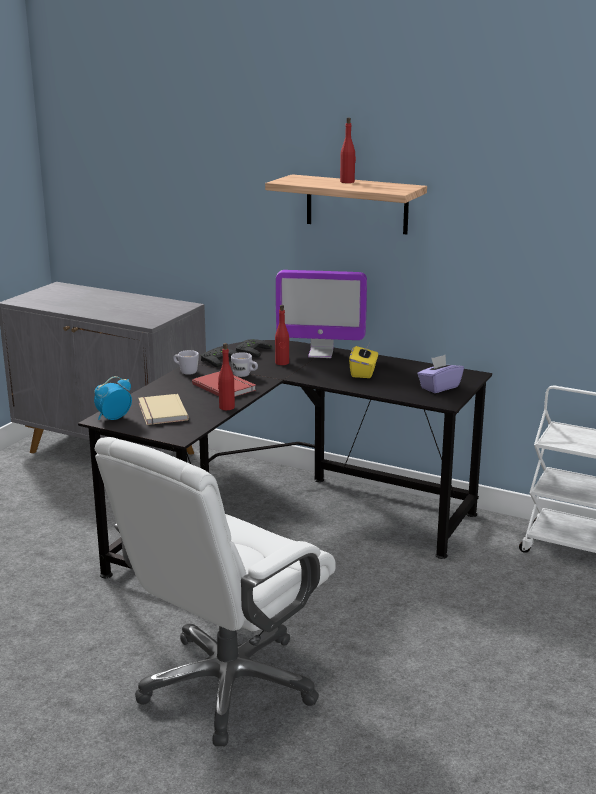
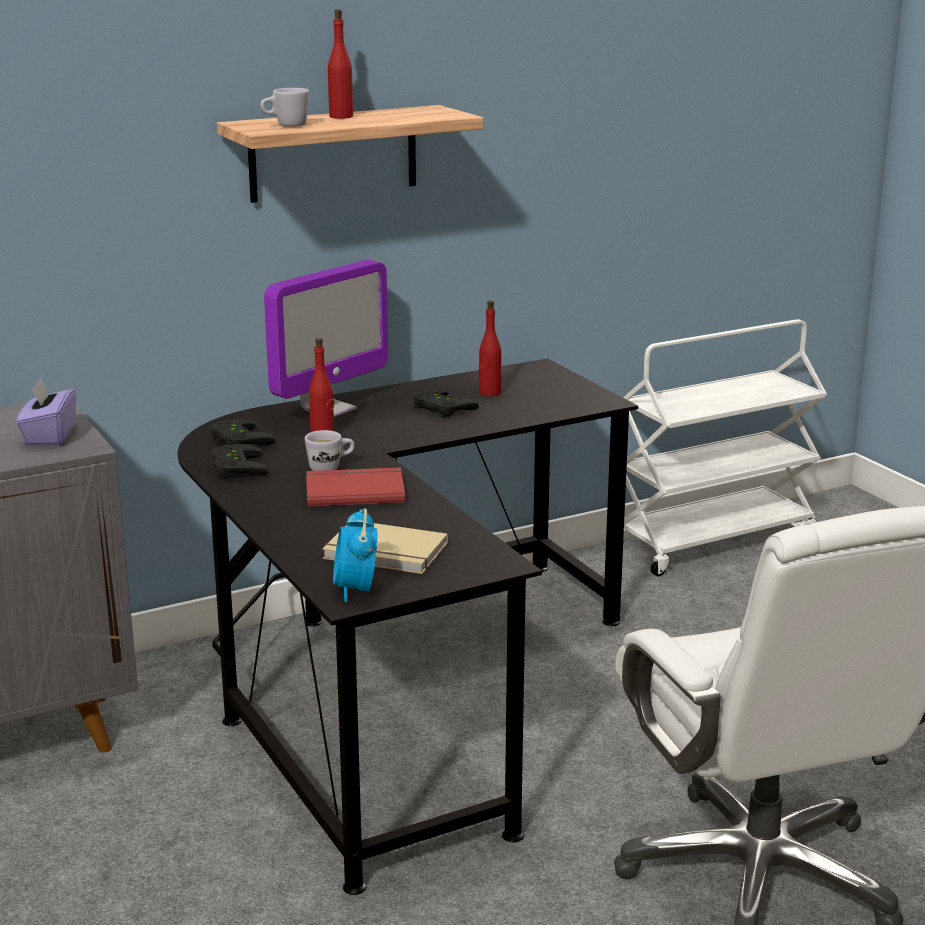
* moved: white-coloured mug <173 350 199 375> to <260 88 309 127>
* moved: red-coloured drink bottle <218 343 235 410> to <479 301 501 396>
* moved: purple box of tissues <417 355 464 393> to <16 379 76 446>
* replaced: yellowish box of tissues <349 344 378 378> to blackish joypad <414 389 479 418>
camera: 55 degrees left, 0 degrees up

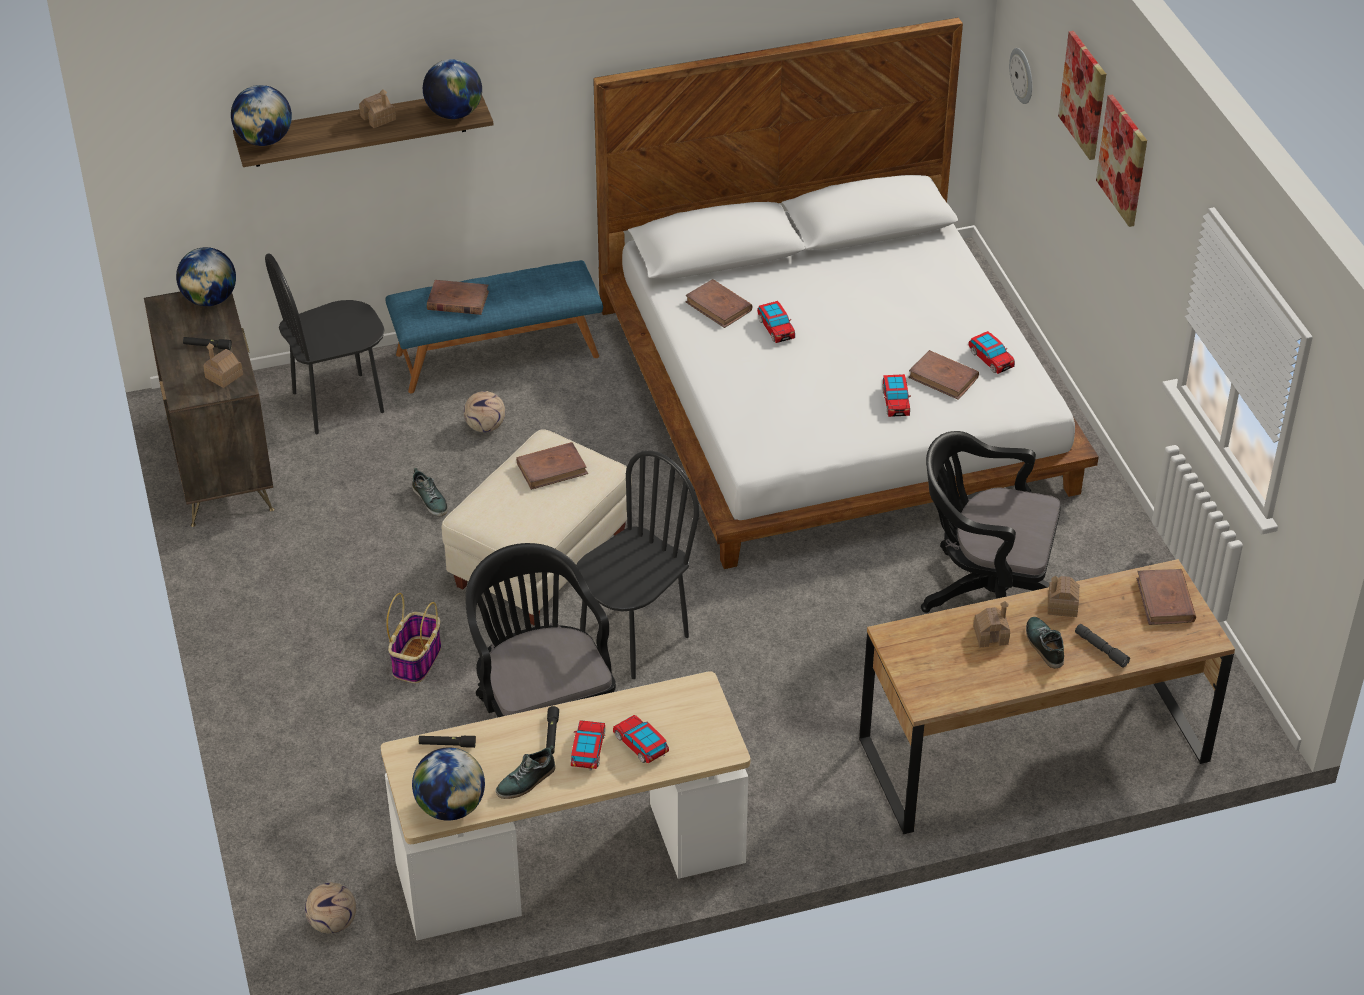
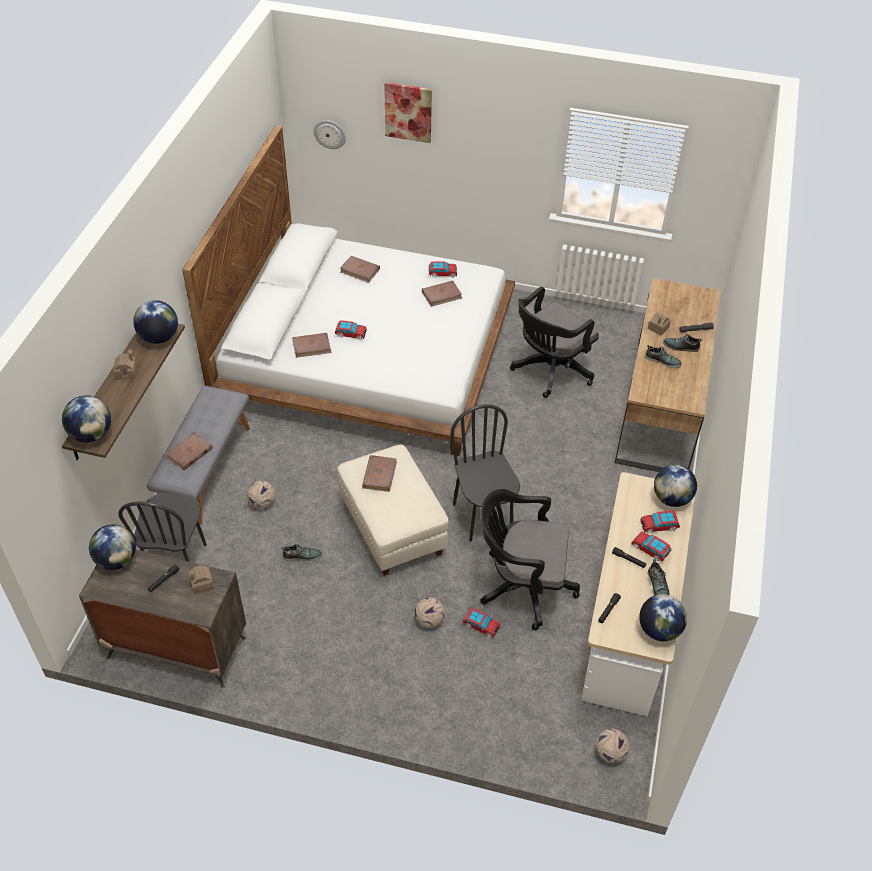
* removed: wall picture <1096 95 1147 227>
* added: desk globe <654 464 697 507>
* moved: model car <882 374 911 417> to <463 608 500 638>
* moved: brownish book <1136 569 1196 625> to <340 256 380 283>
* replaced: basket <386 593 441 683> to football <415 597 445 628>
* replaced: model house <973 601 1010 647> to item of footwear <645 345 681 368>
* recoloured: bluish long seat <386 260 603 393> to grey long seat <147 386 250 525>
camera: 60 degrees left, 5 degrees up

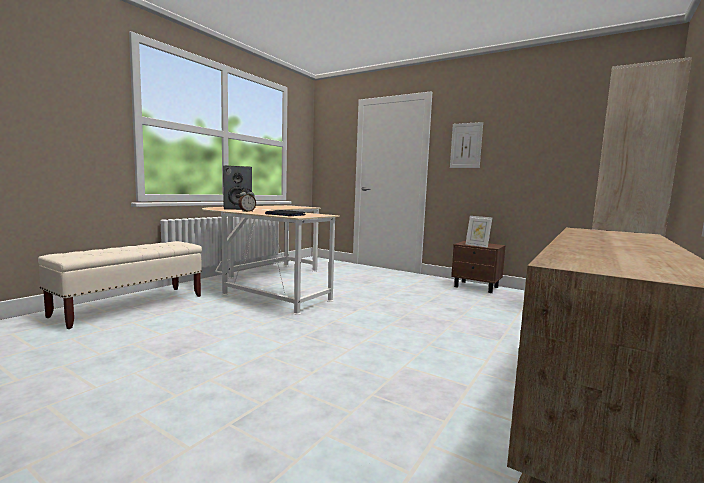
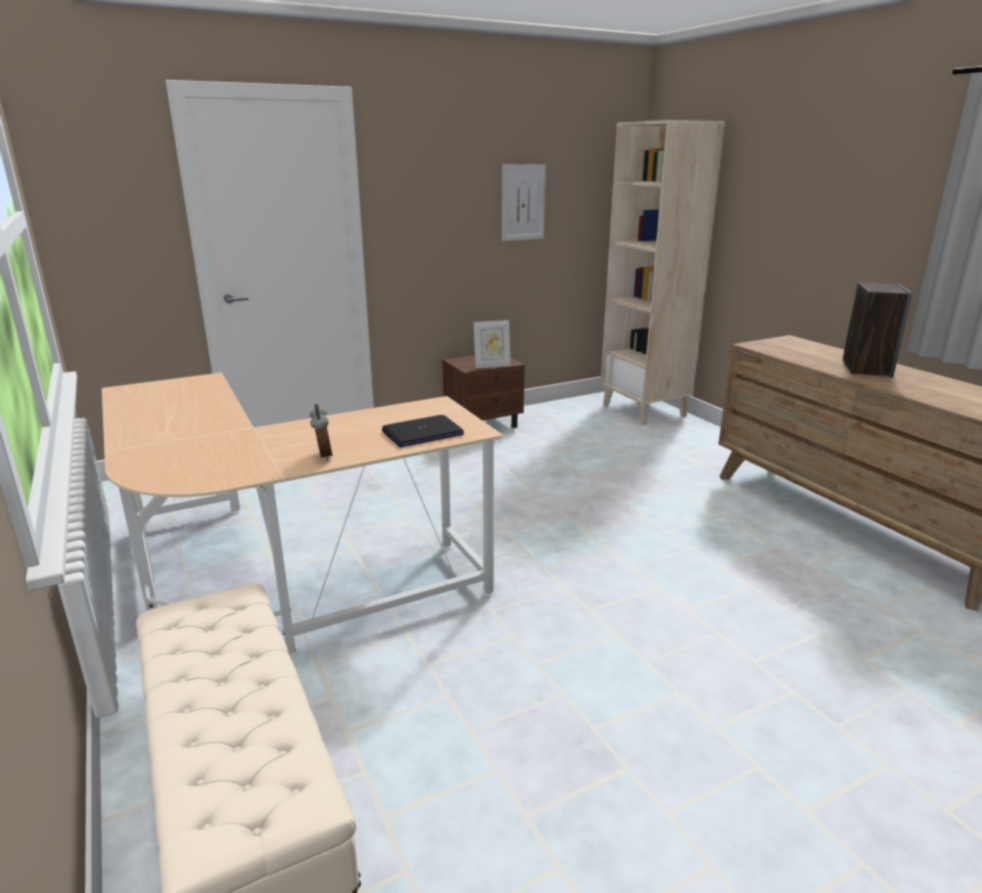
* moved: audio speaker <223 165 252 210> to <843 283 912 378>
* moved: wall picture <450 122 483 168> to <502 164 546 241>
camera: 60 degrees left, 15 degrees up

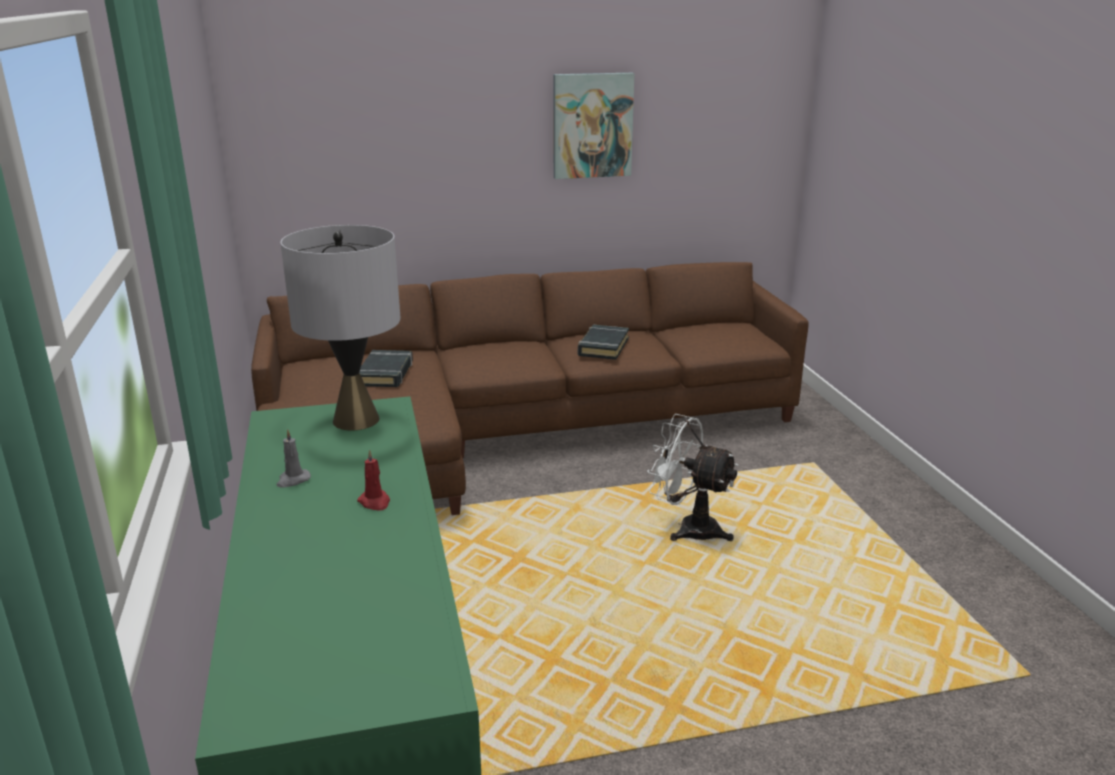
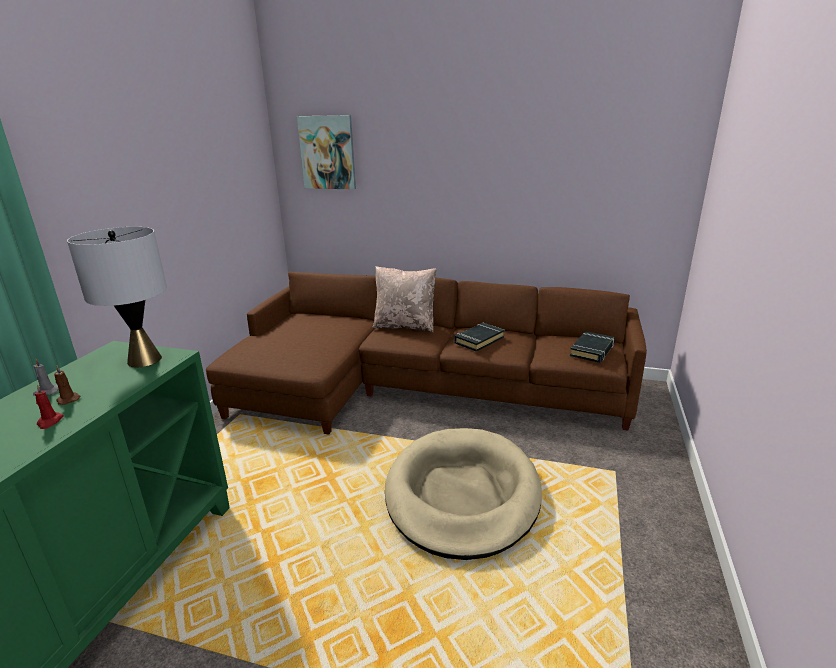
* added: brownish wax light <54 366 81 405>
* added: beige throw pillow <372 266 437 332>
* moved: blackish book <359 350 413 387> to <570 331 615 363>
* moved: wall picture <553 73 635 179> to <297 115 356 189>
* replaced: white-coloured cooling fan <647 414 739 541> to beige pet bed <385 428 542 560>
camera: 30 degrees right, 0 degrees up

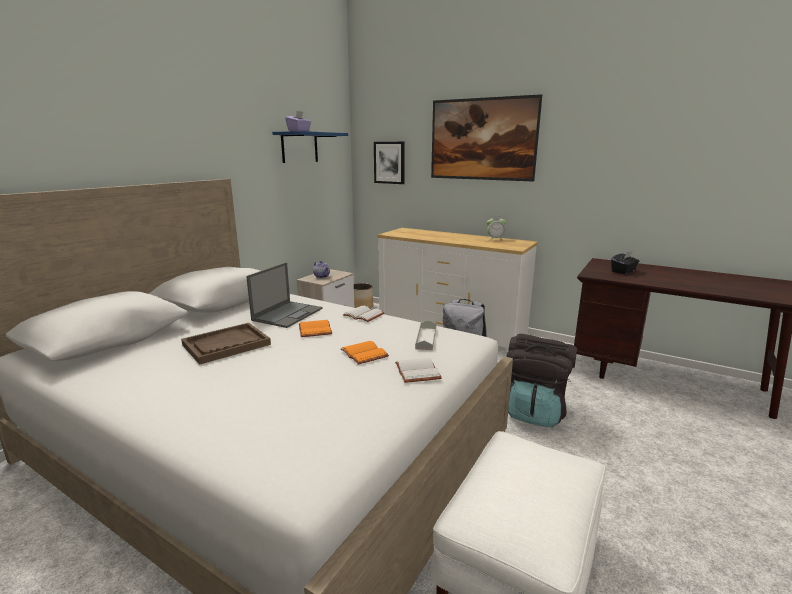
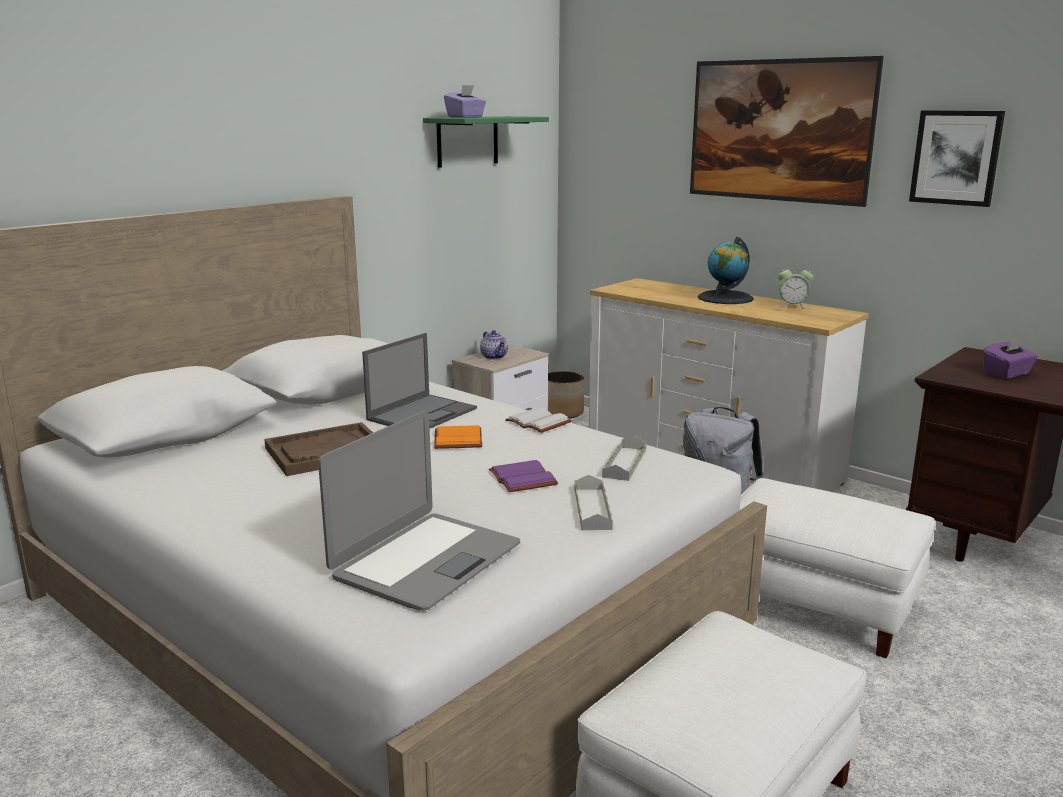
* added: notebook computer <318 411 520 610>
* added: desk globe <698 237 754 304>
* moved: wall picture <374 142 405 184> to <909 110 1005 207>
* replaced: white-coloured book <395 358 442 383> to grey serving tray <574 475 613 530>
* replaced: blackish knapsack <507 334 577 427> to white-coloured ottoman <740 478 935 658>
* recoloured: bluish shelf <272 131 348 163> to green shelf <423 116 549 168>
* recoloured: orange-coloured book <341 341 389 365> to purple book <489 460 558 492>
* recoloured: blackish box of tissues <611 251 640 274> to purple box of tissues <983 338 1038 379>
camera: 10 degrees right, 0 degrees up

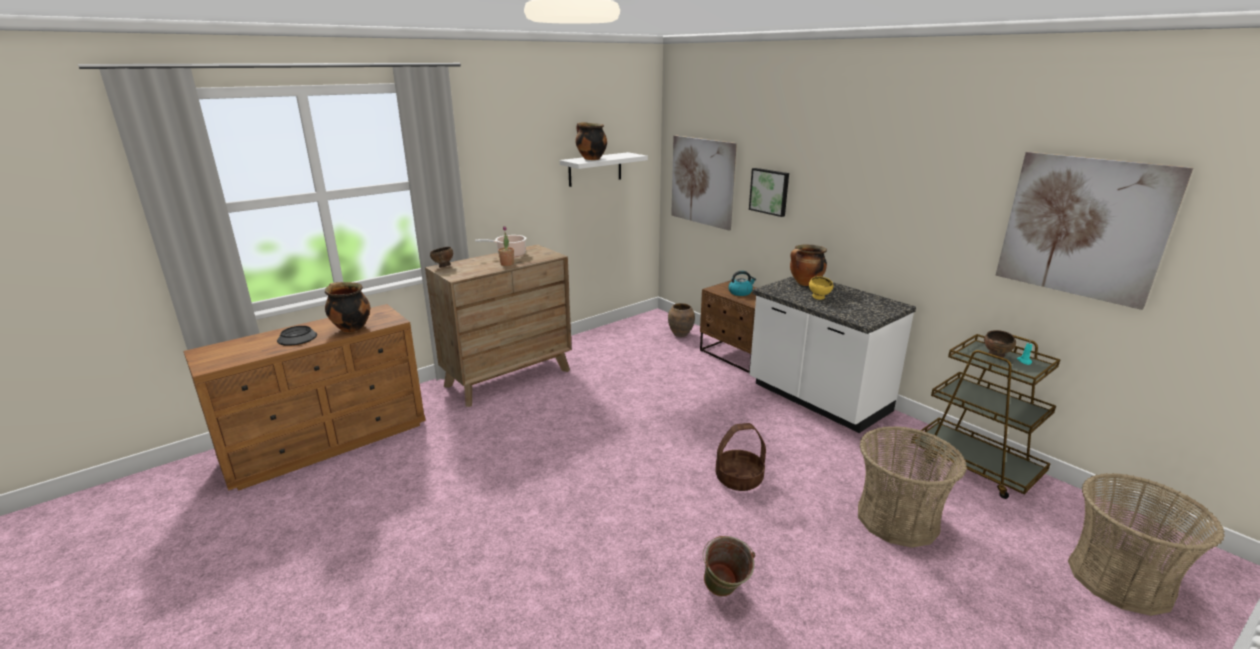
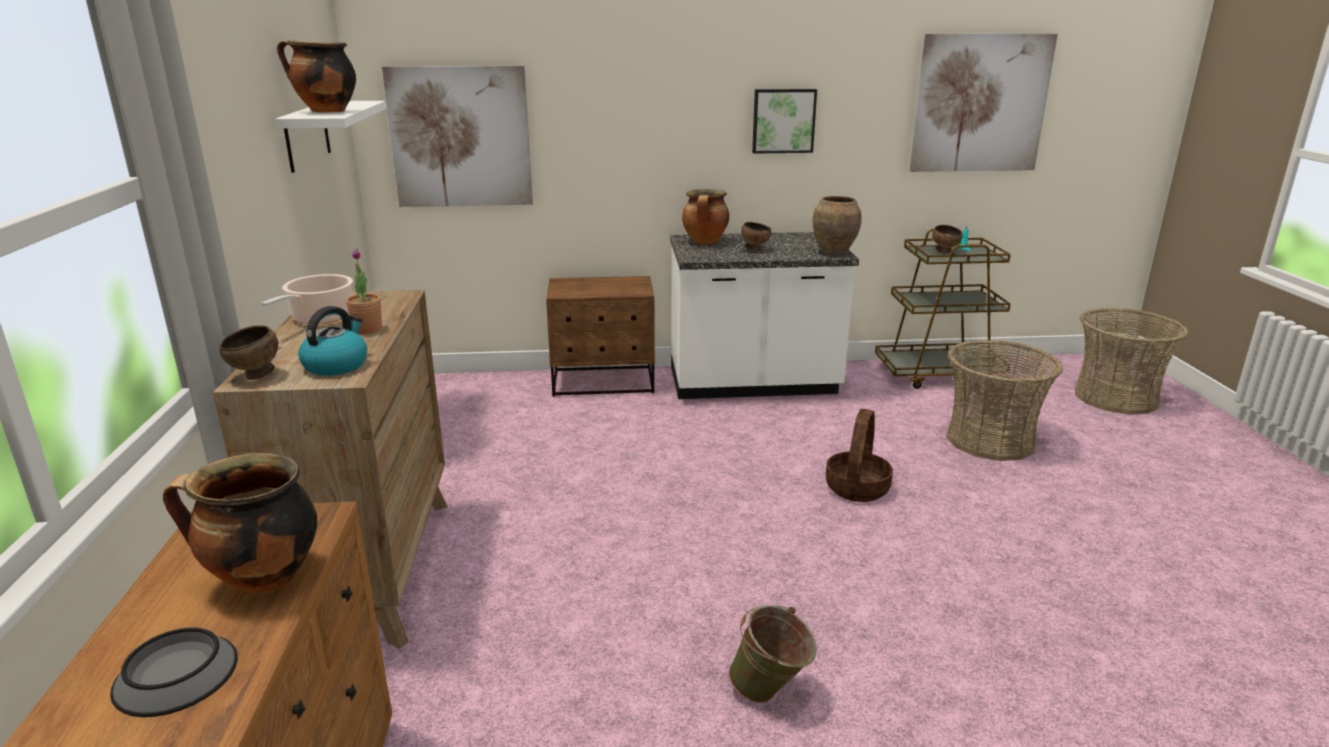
* moved: brownish flower vase <668 303 695 337> to <813 196 862 255>
* moved: green water bucket <703 536 755 597> to <729 605 817 703>
* moved: water kettle <728 271 756 296> to <298 306 367 376>
* moved: wall picture <749 168 789 217> to <752 89 817 154>
* recoloured: yellowish serving bowl <809 276 833 300> to brownish serving bowl <741 222 772 251>
camera: 55 degrees left, 0 degrees up

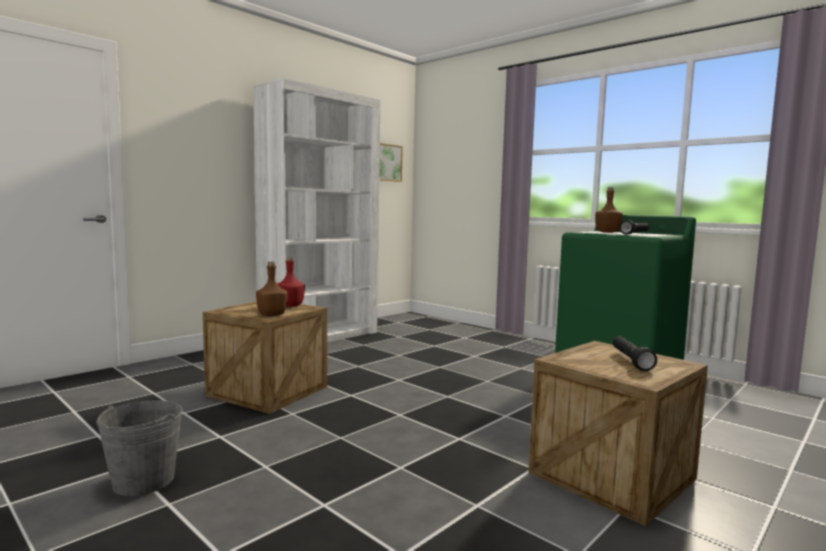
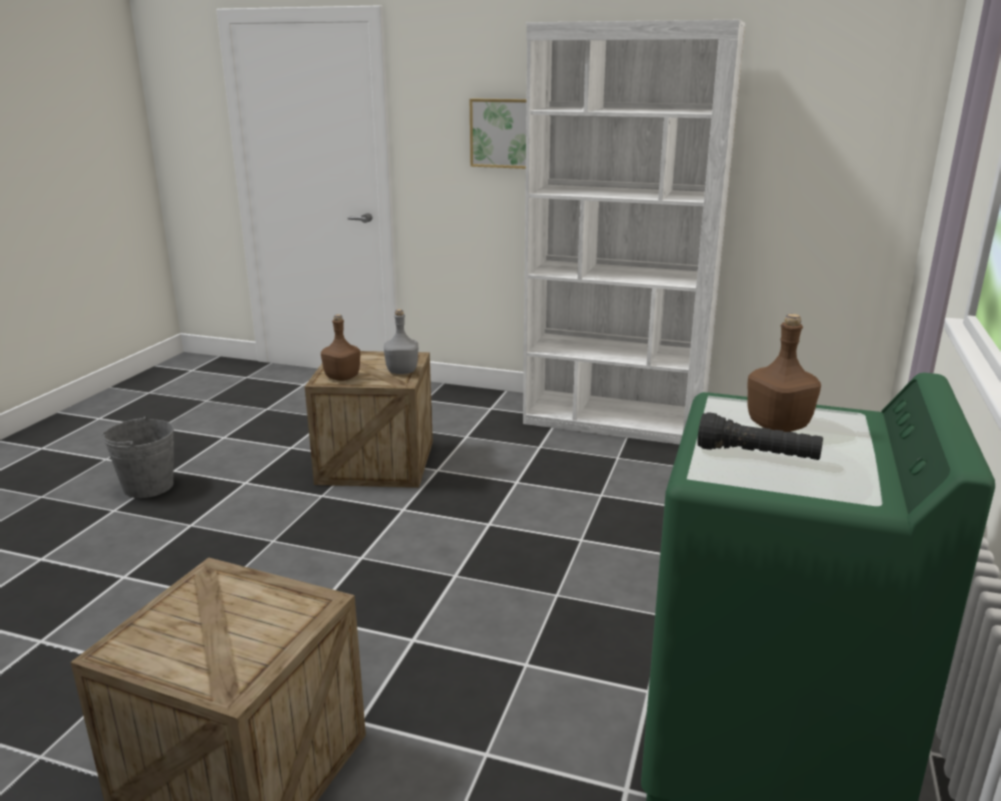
* removed: blackish flashlight <613 336 657 371>
* moved: wall picture <379 143 403 182> to <470 98 527 169>
* recoloured: red-coloured drink bottle <277 257 305 307> to grey drink bottle <384 309 418 374>
camera: 65 degrees right, 15 degrees up

